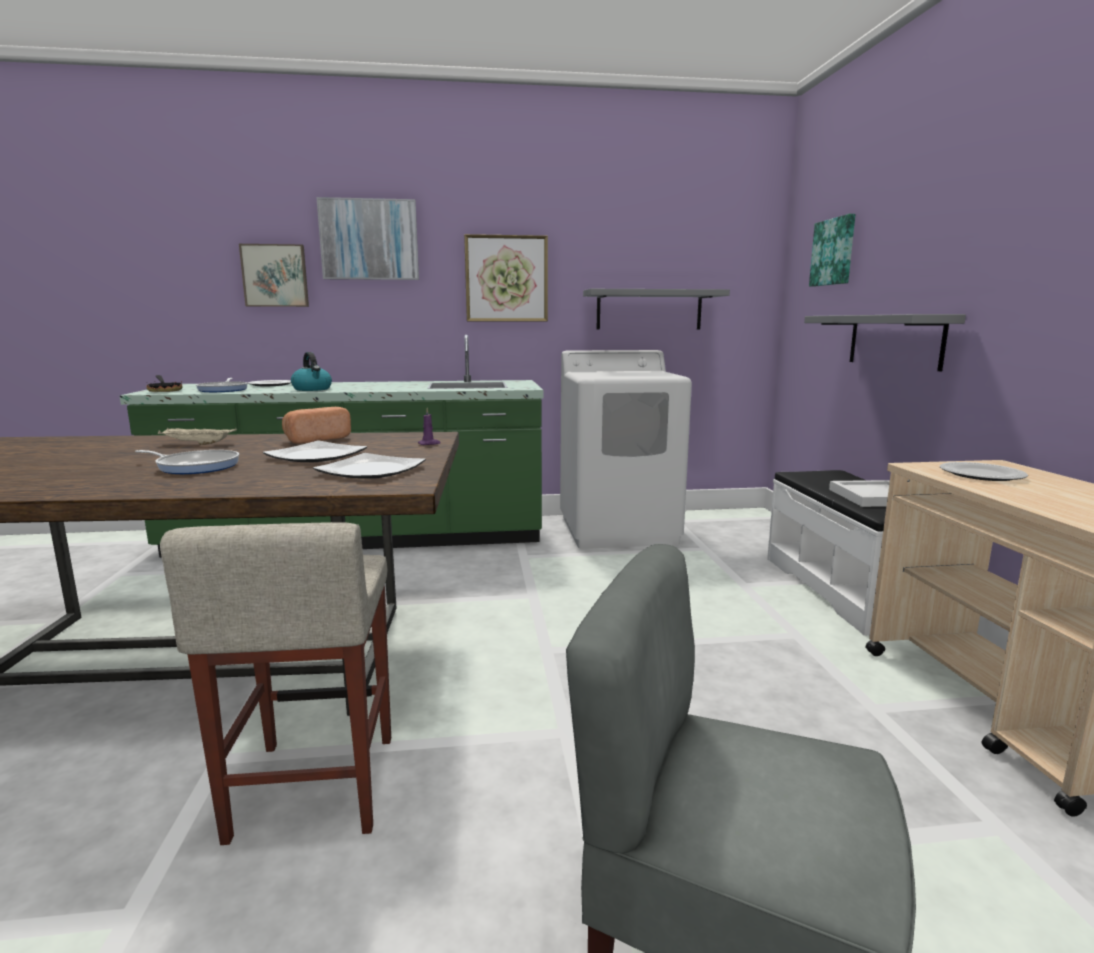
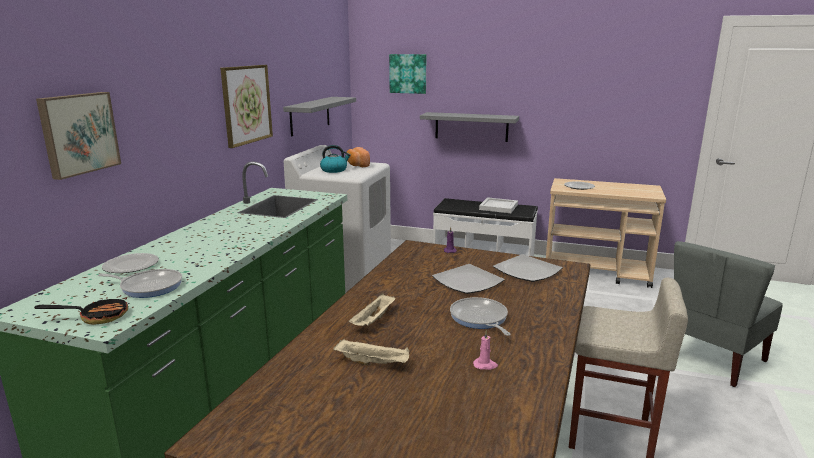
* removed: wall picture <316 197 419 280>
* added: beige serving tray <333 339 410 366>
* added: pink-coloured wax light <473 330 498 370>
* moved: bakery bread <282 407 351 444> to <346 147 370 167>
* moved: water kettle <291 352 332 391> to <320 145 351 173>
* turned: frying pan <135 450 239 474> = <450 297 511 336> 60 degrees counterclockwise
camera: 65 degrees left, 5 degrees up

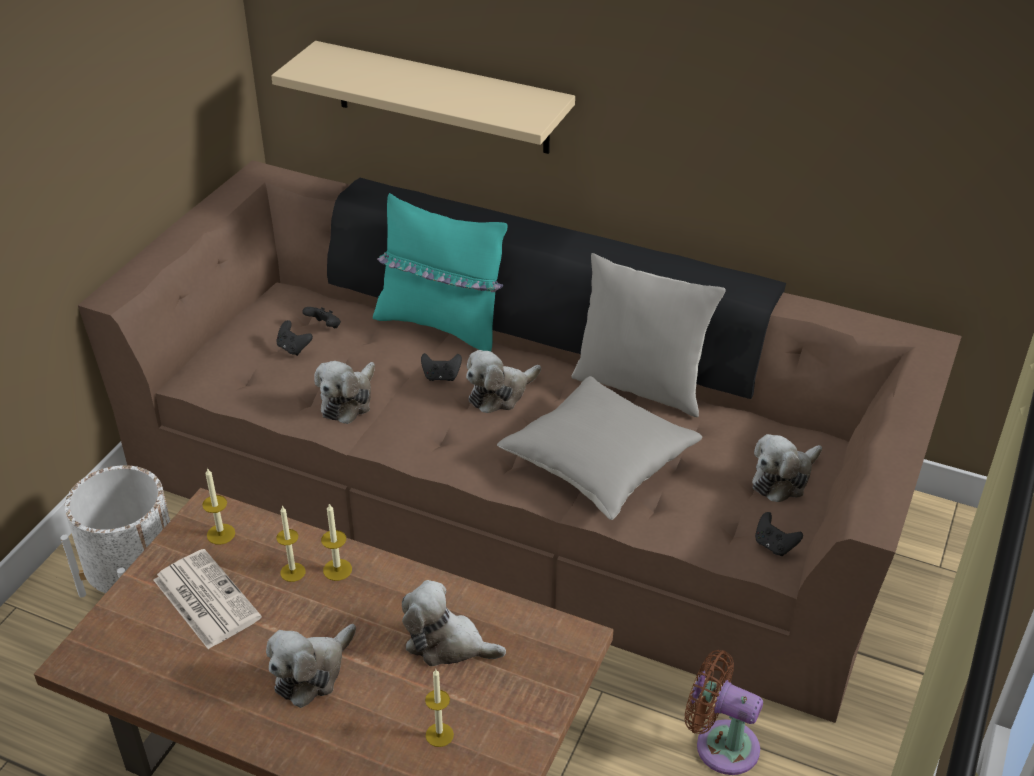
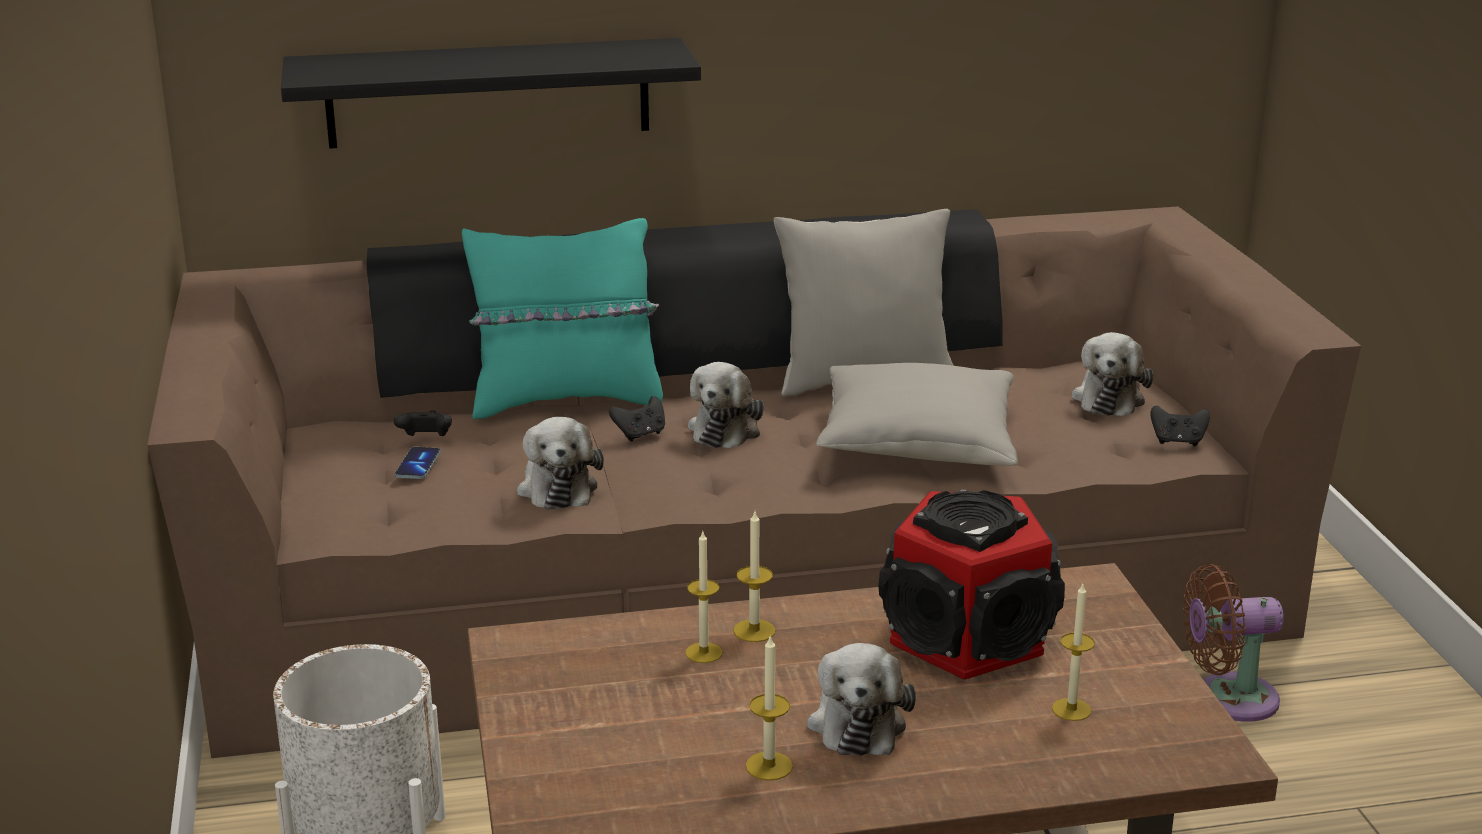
* removed: printed paper <154 549 262 649>
* moved: wax light <202 468 235 545> to <746 634 793 781>
* replaced: blackish joypad <276 320 313 356> to telephone <395 447 440 479>
* replaced: soft toy <402 580 506 666> to audio speaker <878 489 1065 680>
* recoloured: beige shelf <271 41 575 154> to blackish shelf <281 38 701 149>
camera: 35 degrees left, 15 degrees down

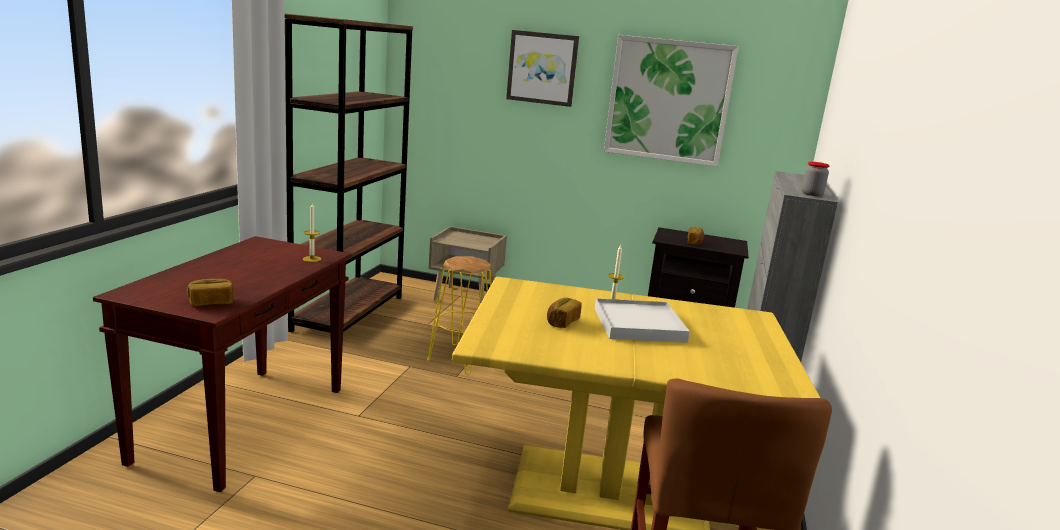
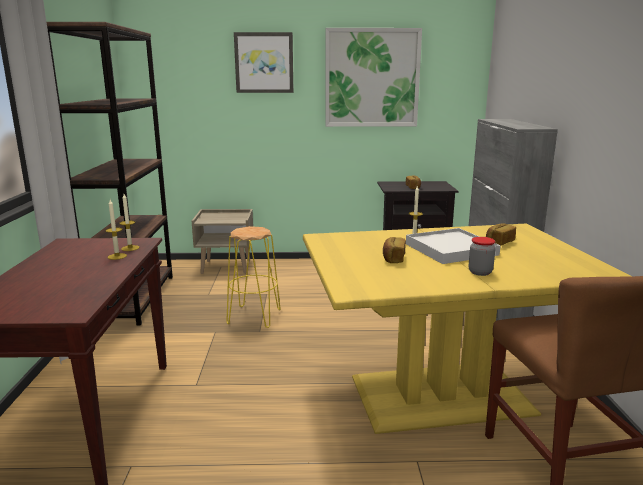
* added: wax light <106 200 127 260>
* moved: bakery bread <187 279 234 306> to <486 224 516 246>
* moved: jar <802 162 830 196> to <469 237 495 276>
camera: 15 degrees left, 0 degrees up

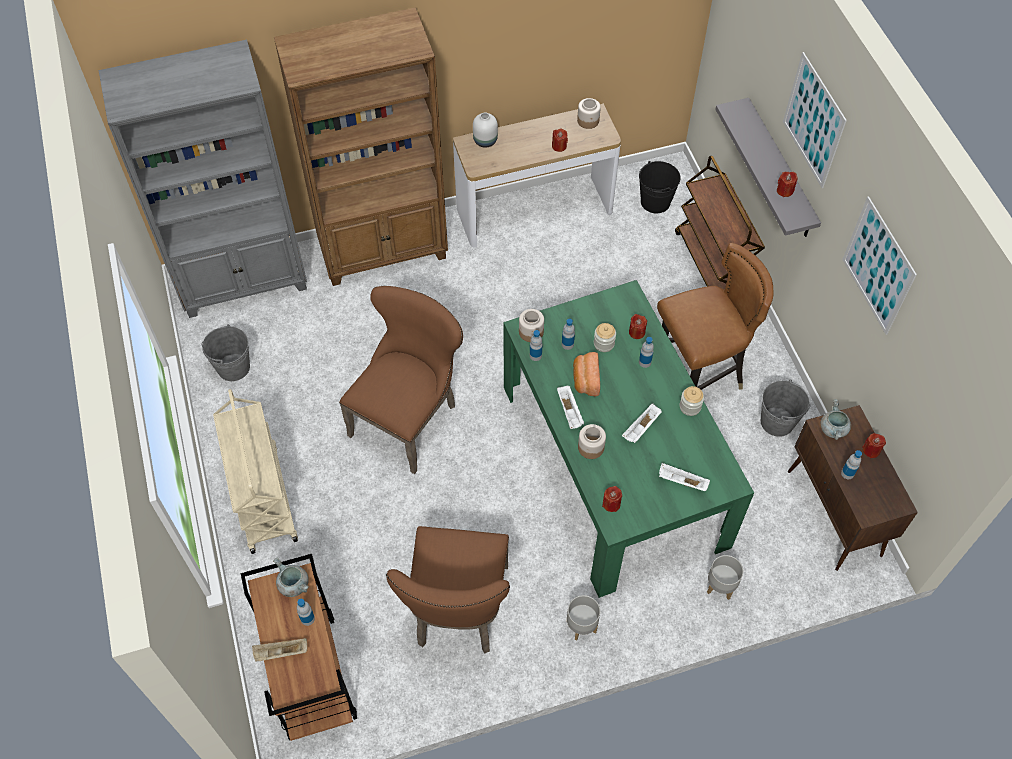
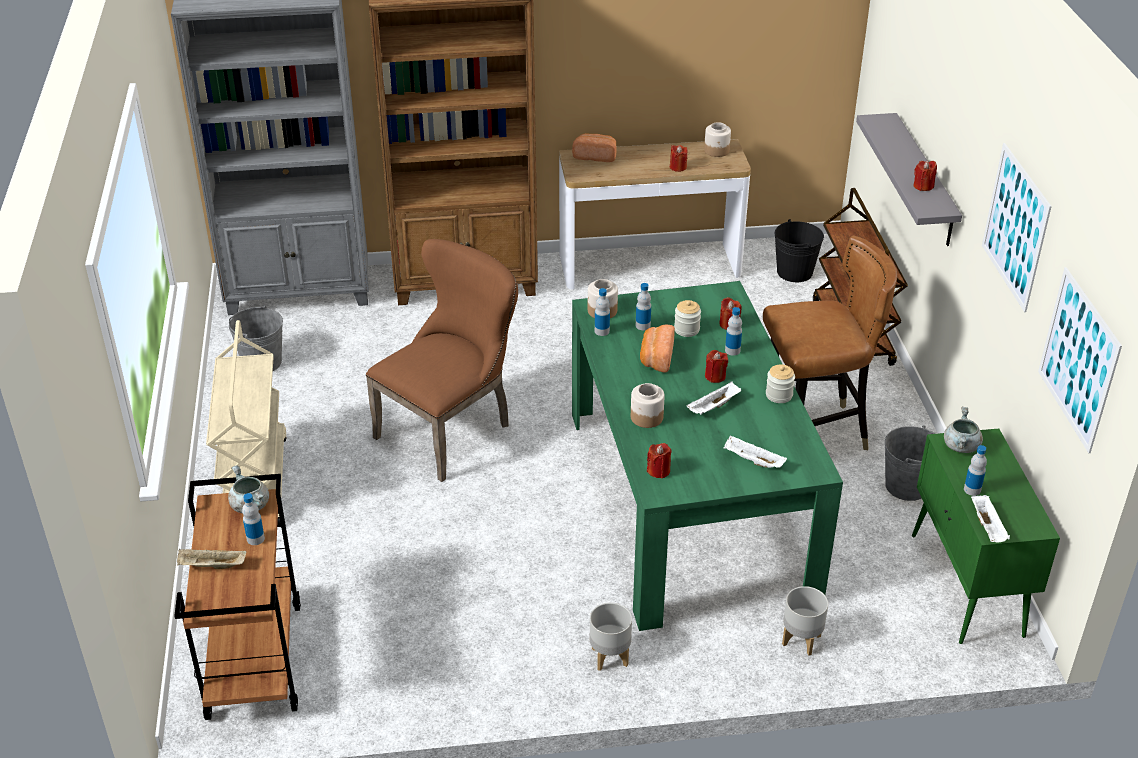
* removed: brownish plain chair <386 526 510 654>
* moved: white-coloured serving tray <557 385 584 429> to <971 495 1010 543>
* moved: wall picture <783 52 847 188> to <1038 267 1122 453>
* moved: red-coloured wax light <862 433 886 458> to <705 350 728 383>
* replaced: white-coloured flower vase <473 113 498 147> to bakery bread <572 133 616 162>
* recoloured: brownish cupboard <788 405 918 571> to green cupboard <912 429 1060 644>
camera: 10 degrees right, 20 degrees down

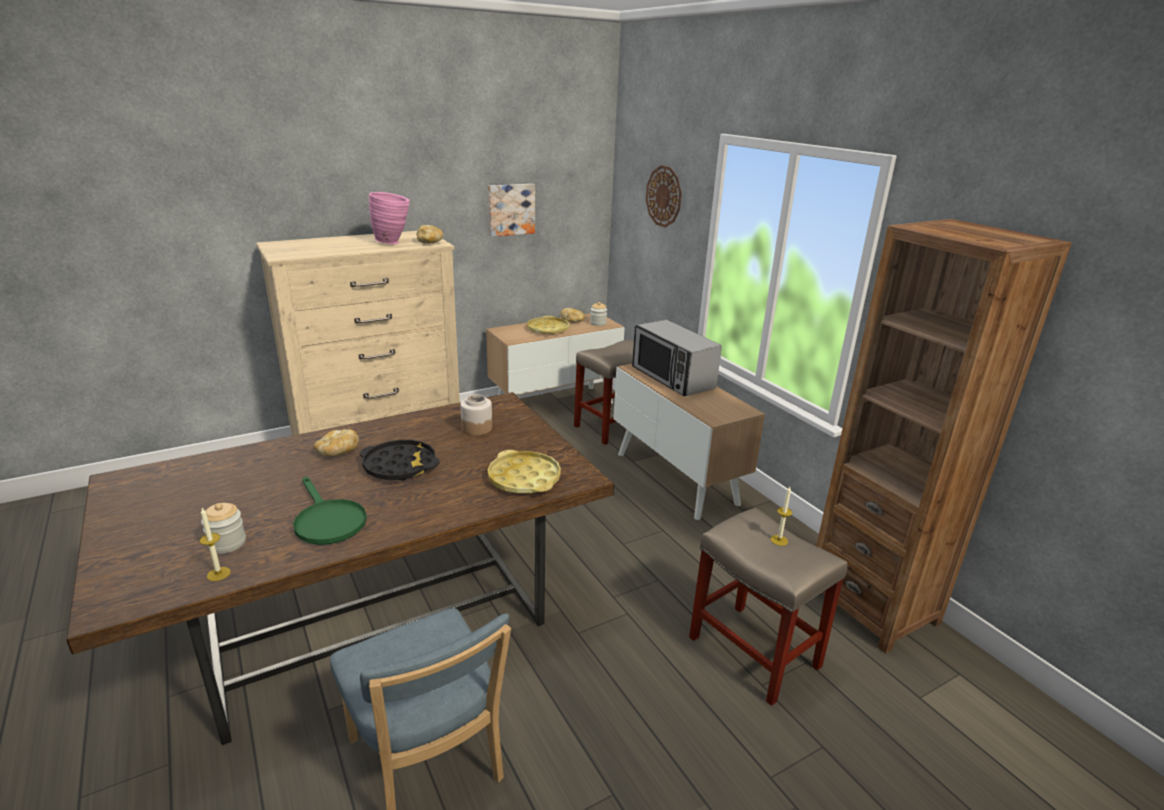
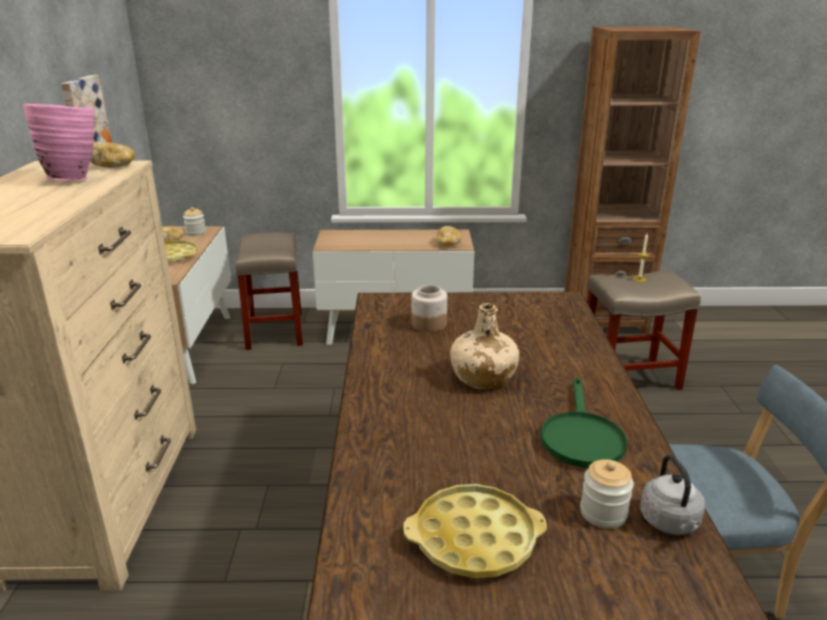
* removed: kitchen microwave <632 320 722 396>
* removed: wall clock <646 165 682 227>
* moved: bakery bread <314 429 359 457> to <436 226 462 246>
* moved: yellowish serving tray <488 450 561 493> to <403 484 547 578>
* replaced: wax light <200 508 231 581> to grey water kettle <640 455 705 535>
* replaced: blackish serving tray <360 440 440 480> to beige drink bottle <450 303 519 389>
* turned: green frying pan <293 477 367 545> = <541 377 627 468> 105 degrees clockwise
camera: 60 degrees left, 0 degrees up

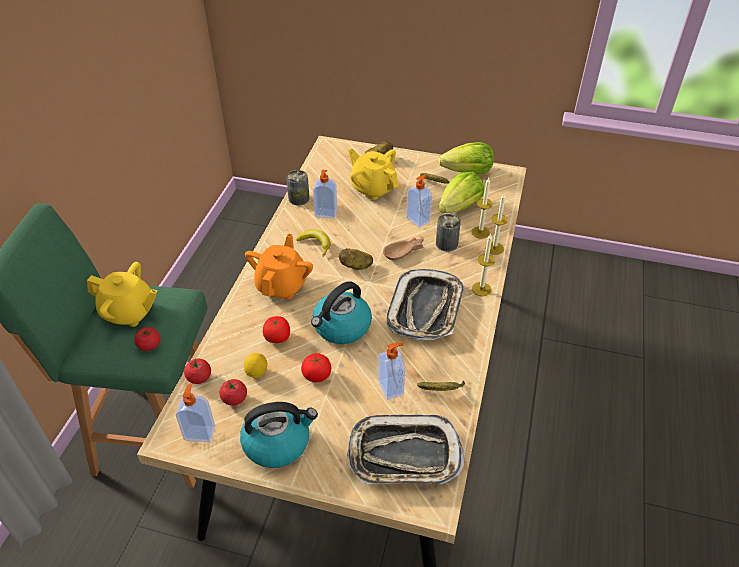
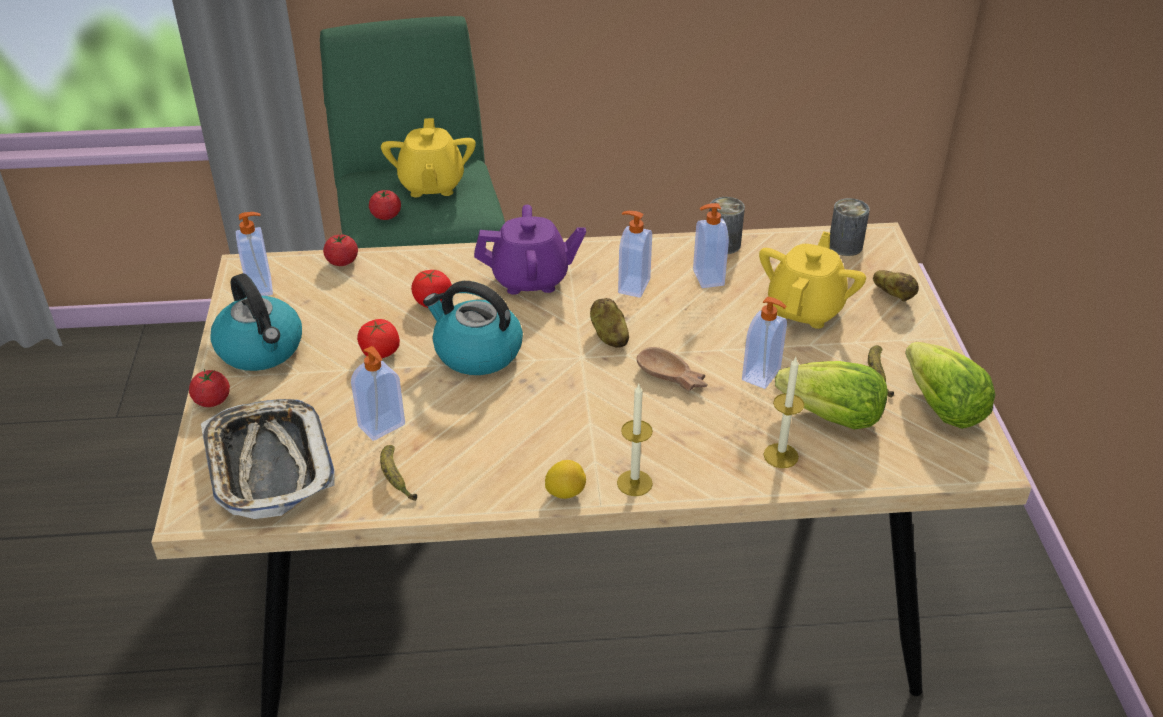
* removed: serving tray <387 269 464 340>
* removed: wax light <485 194 508 255>
* moved: fresh tomato <219 379 247 406> to <189 369 230 407>
* moved: citrus fruit <244 353 268 378> to <545 460 586 499>
* moved: can <436 214 461 252> to <830 198 870 256>
* replaced: banana <296 230 331 257> to liquid soap bottle <618 211 652 298>
* recoloured: orange-coloured teapot <245 234 313 299> to purple teapot <474 205 586 295>
camera: 70 degrees right, 5 degrees down

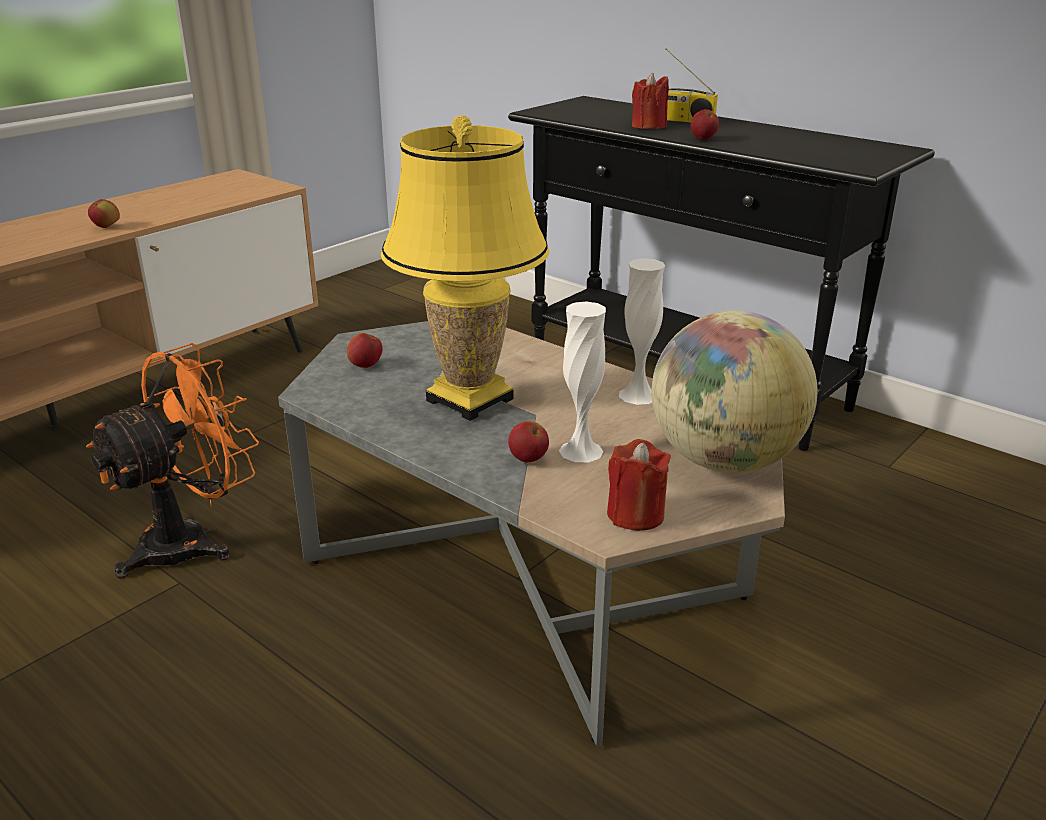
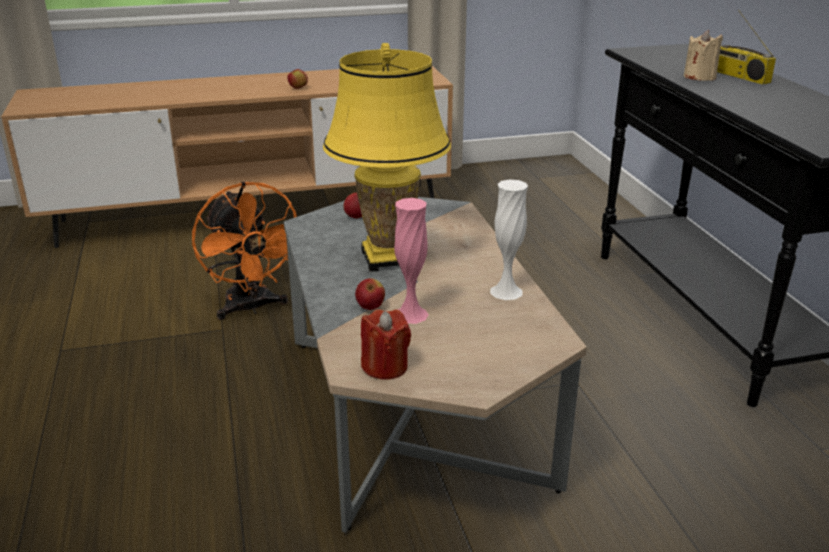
* removed: desk globe <651 311 817 473>
* removed: apple fruit <691 109 719 140>
* recoloured: white-coloured flower vase <559 301 606 462> to pink-coloured flower vase <394 198 428 324>
* recoloured: red-coloured wax light <632 72 669 129> to beige wax light <684 30 723 81>
* turned: orange-coloured cooling fan <86 343 259 579> = <192 181 297 320> 75 degrees clockwise
camera: 35 degrees right, 0 degrees up

